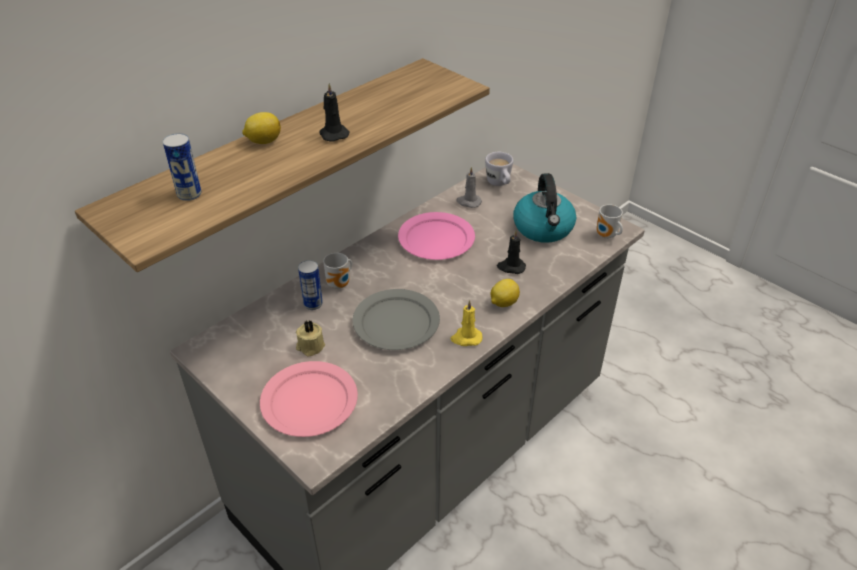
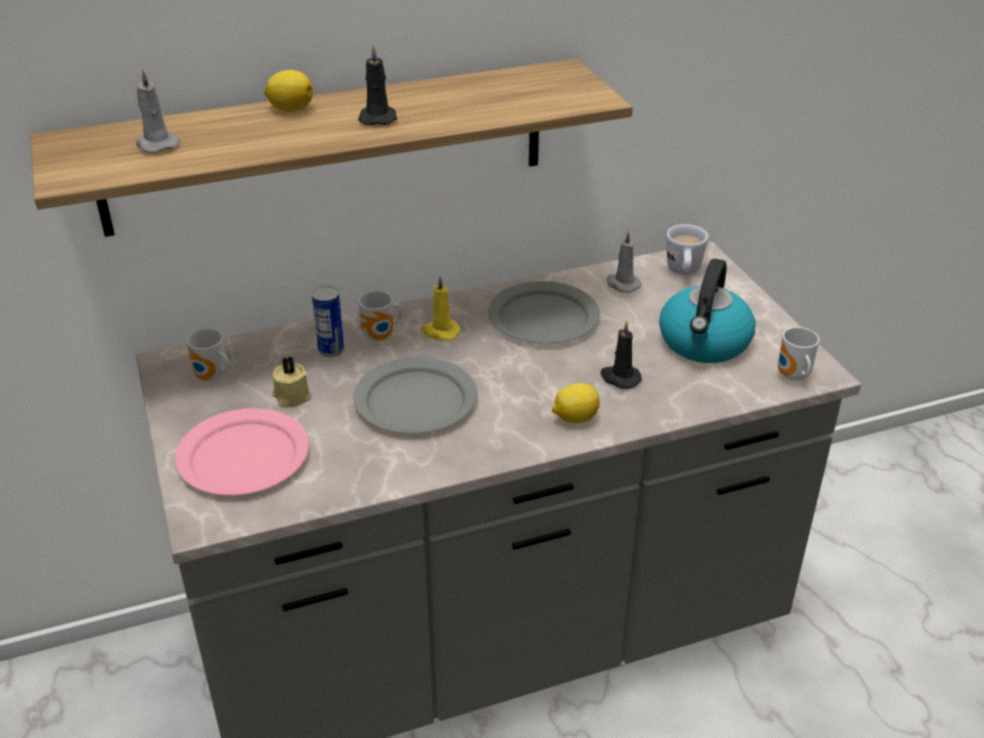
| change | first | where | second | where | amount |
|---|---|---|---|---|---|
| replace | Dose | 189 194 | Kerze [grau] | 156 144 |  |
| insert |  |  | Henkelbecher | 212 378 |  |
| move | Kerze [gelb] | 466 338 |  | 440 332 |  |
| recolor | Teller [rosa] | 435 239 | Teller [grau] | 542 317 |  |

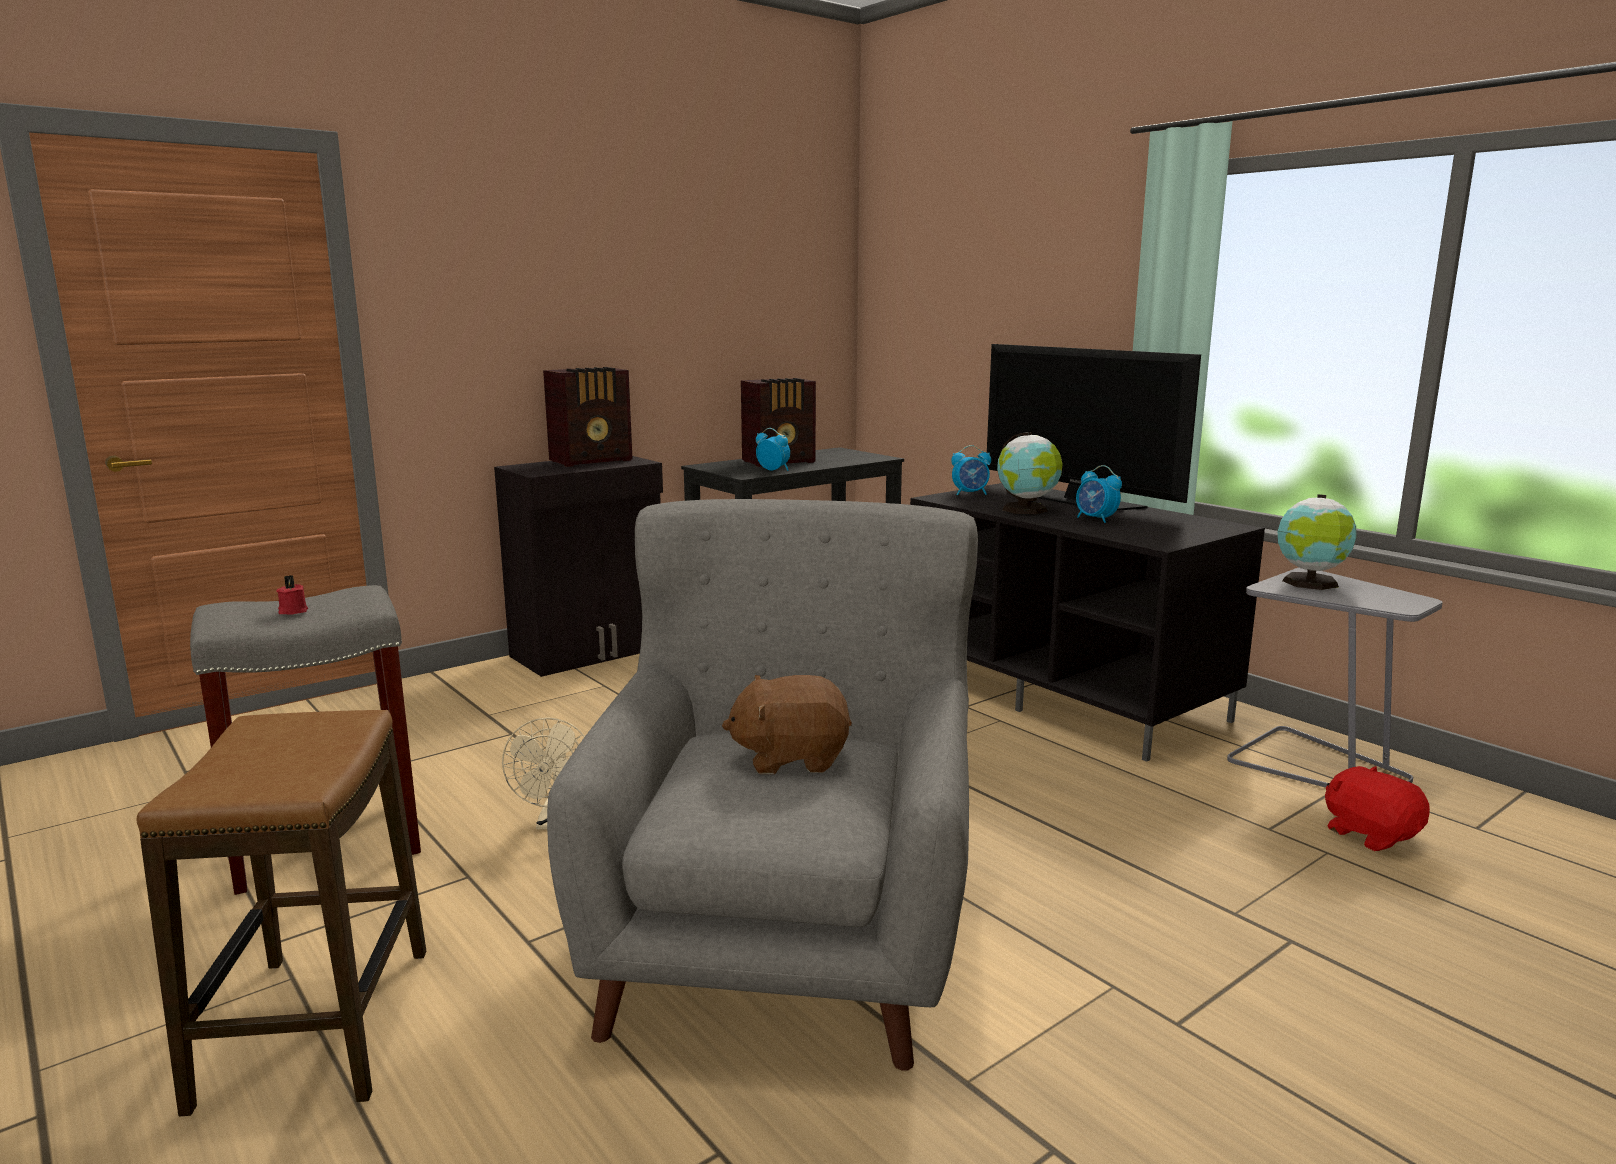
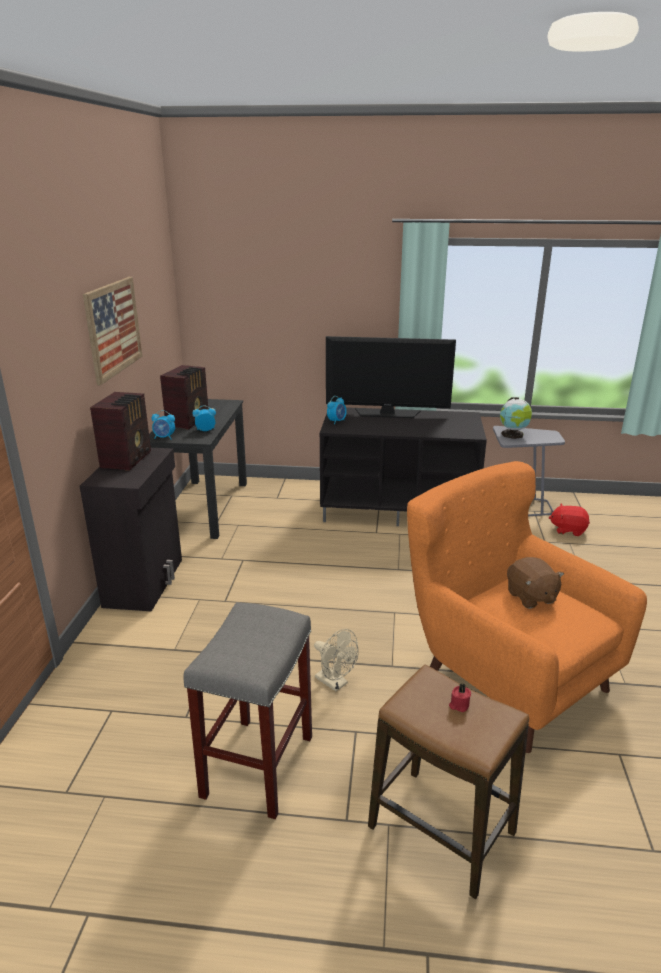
| change | first | where | second | where | amount |
|---|---|---|---|---|---|
| insert |  |  | Bild | 113 328 |  |
| move | Wecker | 1096 519 |  | 164 438 |  |
| recolor | Sessel [grau] | 783 942 | Sessel [orange] | 507 674 |  |
| move | Kerze [rot] | 292 611 |  | 459 705 |  |
| rotate | Plüschtier [braun] | 790 758 |  | 531 597 | 60 degrees counterclockwise |
| delete | Globus | 1026 510 |  |  |  |

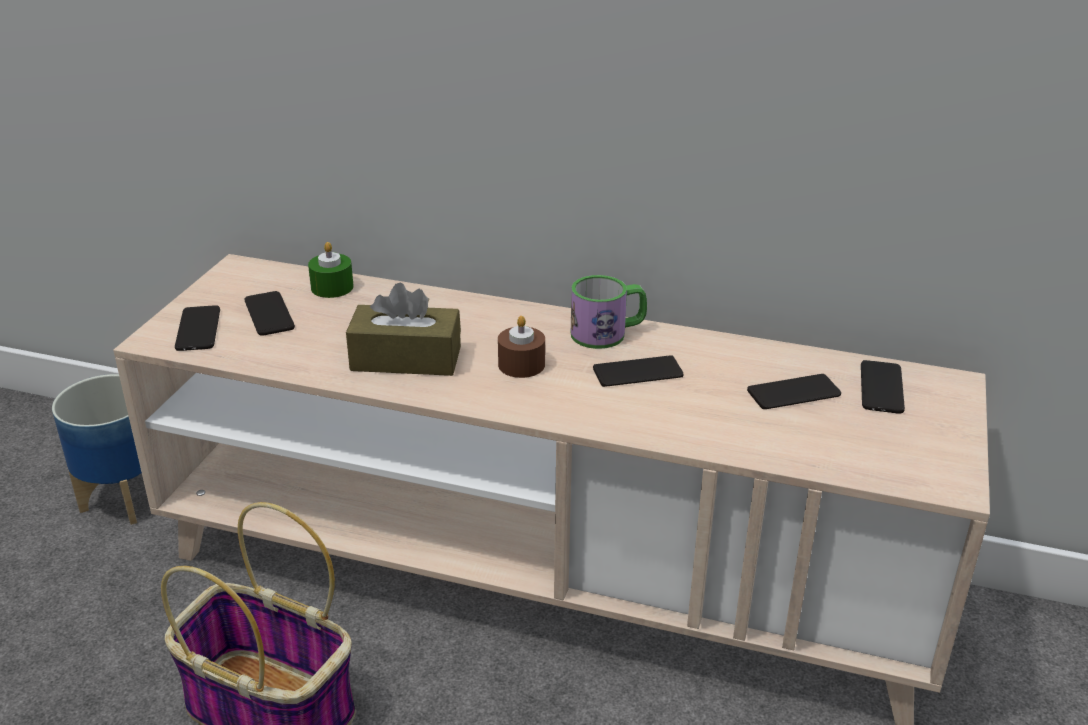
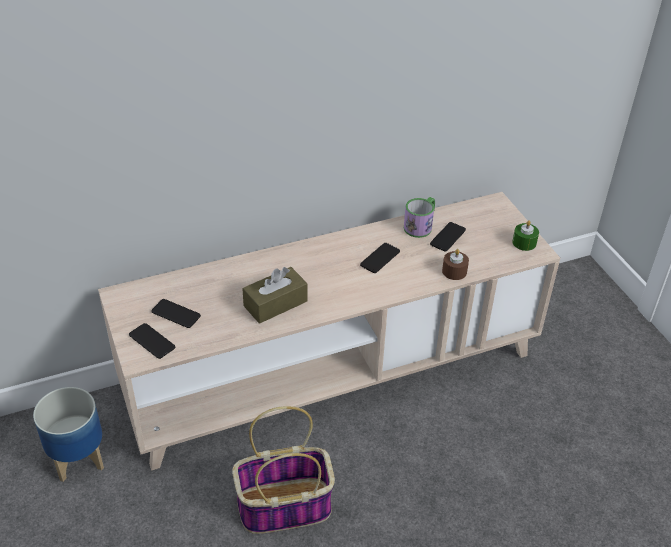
| change | first | where | second | where | amount |
|---|---|---|---|---|---|
| move | Henkelbecher | 608 333 |  | 420 225 |  |
| move | Kerze [braun] | 521 364 |  | 454 271 |  |
| move | Kerze [grün] | 332 287 |  | 524 243 |  |
| delete | Handy | 881 388 |  |  |  |

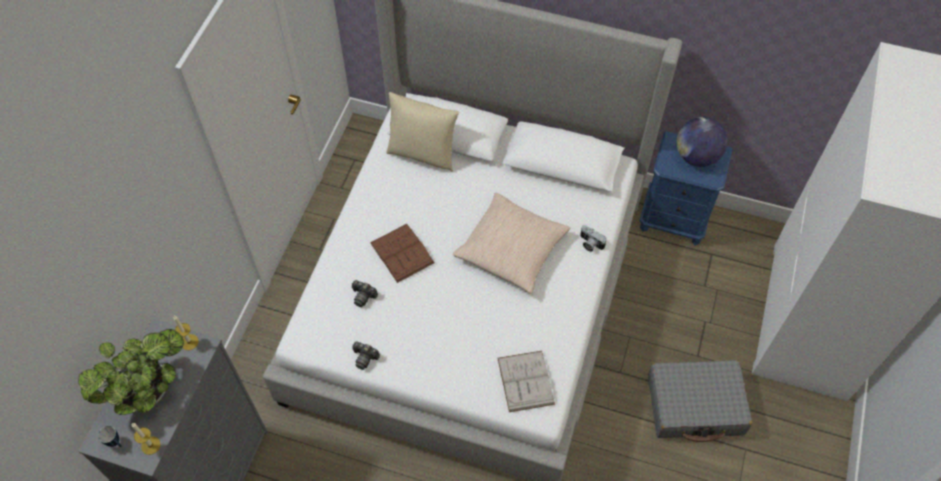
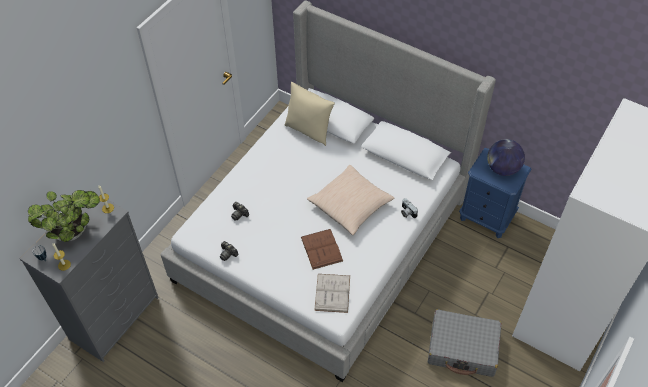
| change | first | where | second | where | amount |
|---|---|---|---|---|---|
| move | Buch [braun] | 402 253 |  | 321 249 |  |

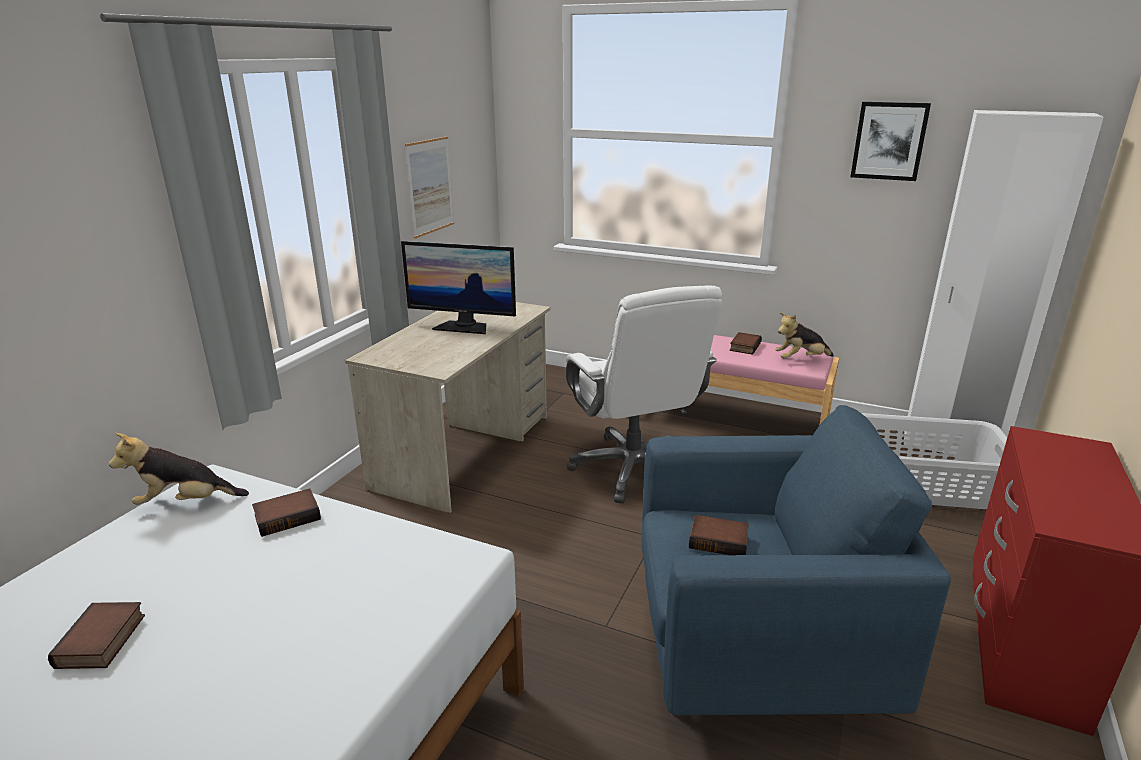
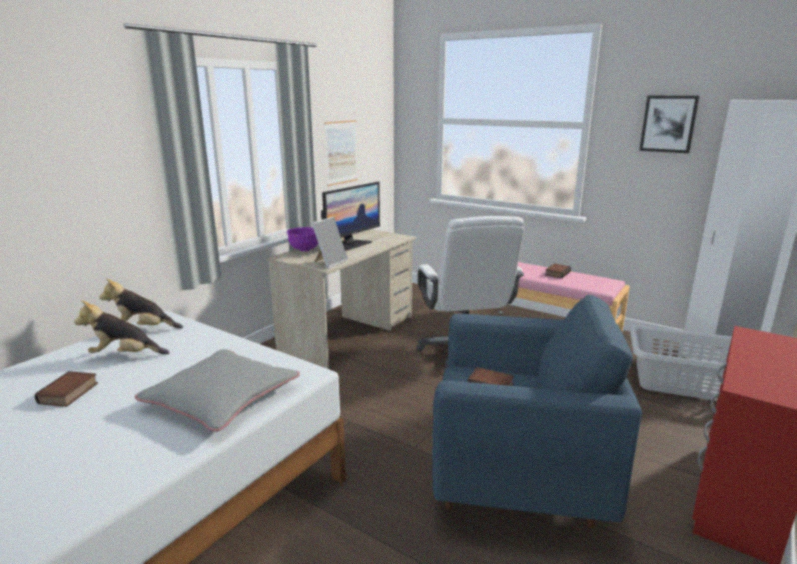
| change | first | where | second | where | amount |
|---|---|---|---|---|---|
| move | Plüschtier | 800 360 |  | 125 355 |  |
| insert |  |  | Kissen [grau] | 222 397 |  |
| insert |  |  | Schüssel [lila] | 305 250 |  |
| insert |  |  | Bilderrahmen | 329 262 |  |
| rotate | Monitor | 464 327 |  | 352 244 | 75 degrees counterclockwise |
| delete | Buch | 288 516 |  |  |  |

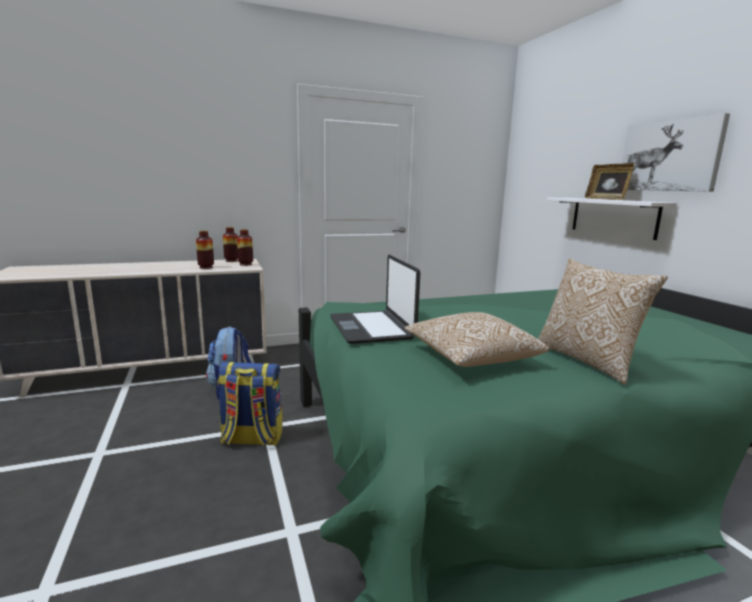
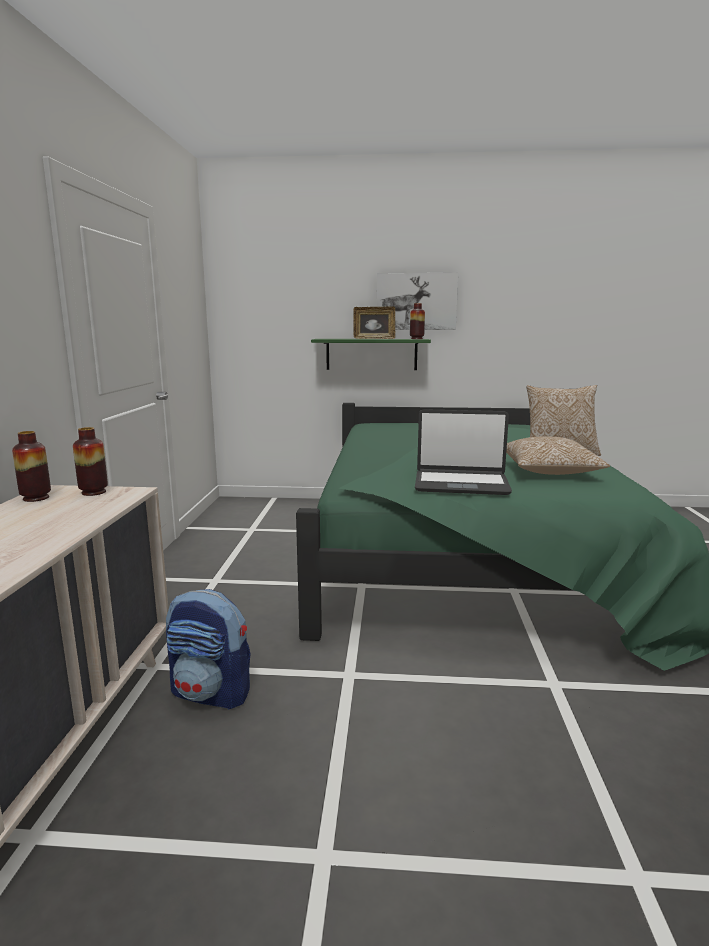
| change | first | where | second | where | amount |
|---|---|---|---|---|---|
| recolor | Wandregal [weiß] | 613 217 | Wandregal [grün] | 371 354 |  |
| move | Vase | 206 267 |  | 416 339 |  |
| delete | Rucksack | 251 439 |  |  |  |

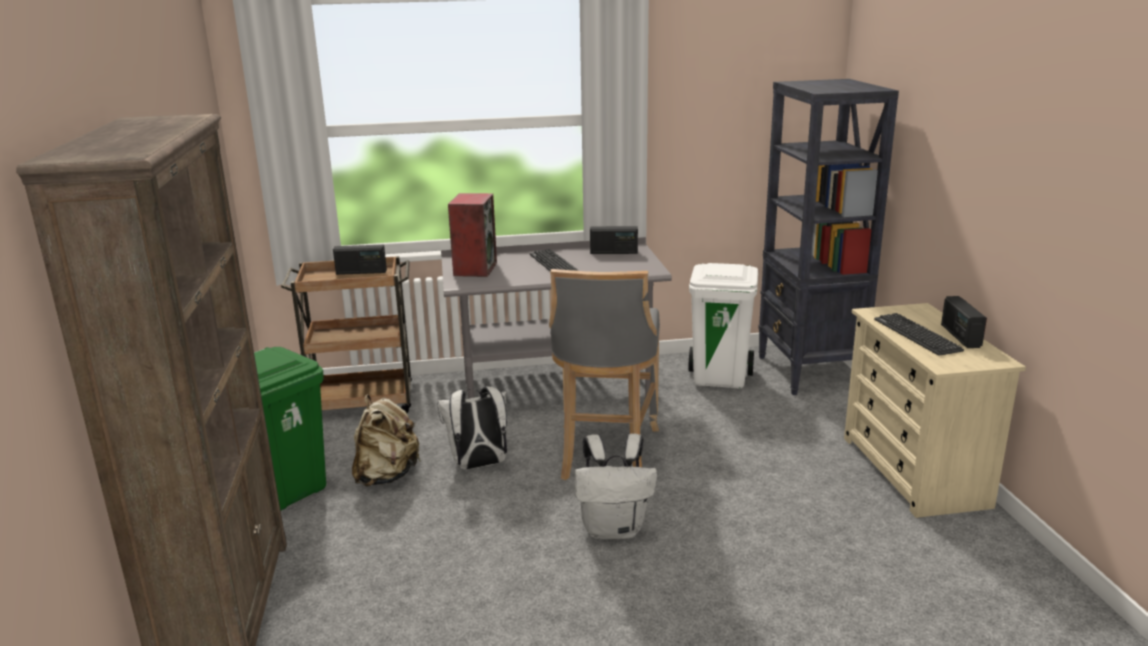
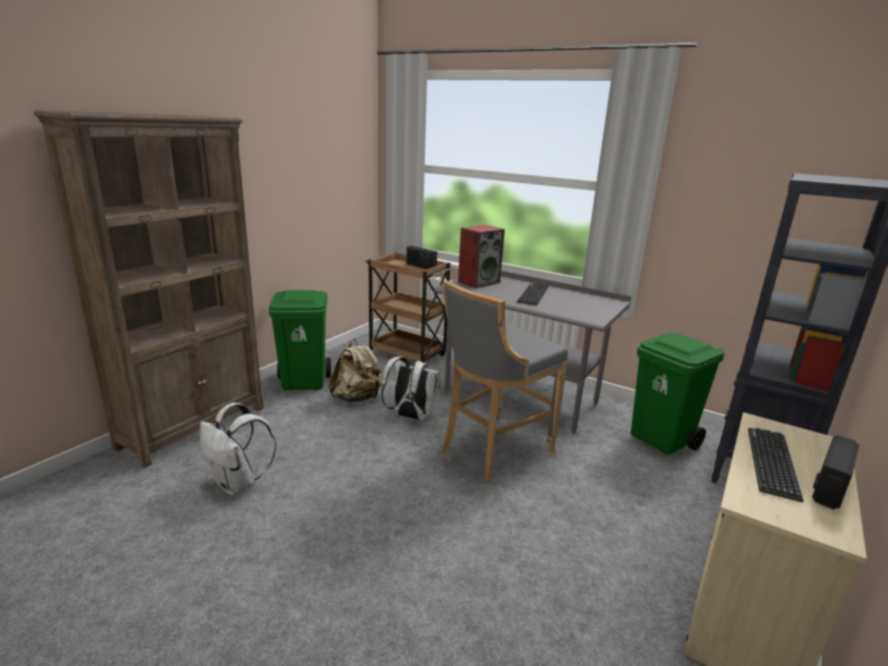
| change | first | where | second | where | amount |
|---|---|---|---|---|---|
| move | Rucksack [weiß] | 614 529 |  | 238 484 |  |
| recolor | Mülleimer [weiß] | 720 378 | Mülleimer [grün] | 662 440 |  |
| delete | Radio | 614 252 |  |  |  |

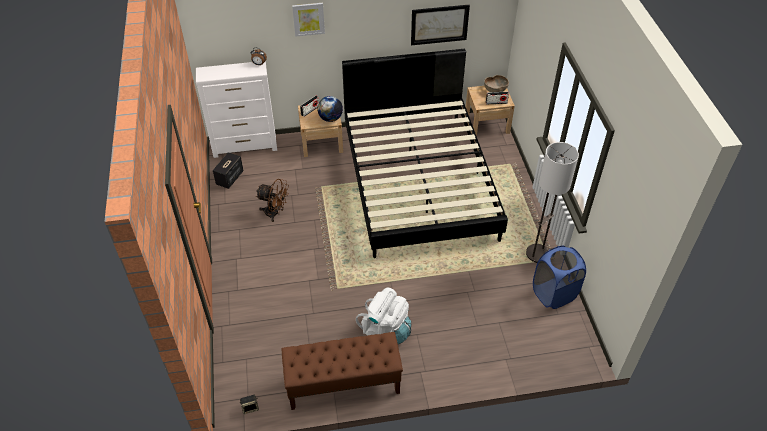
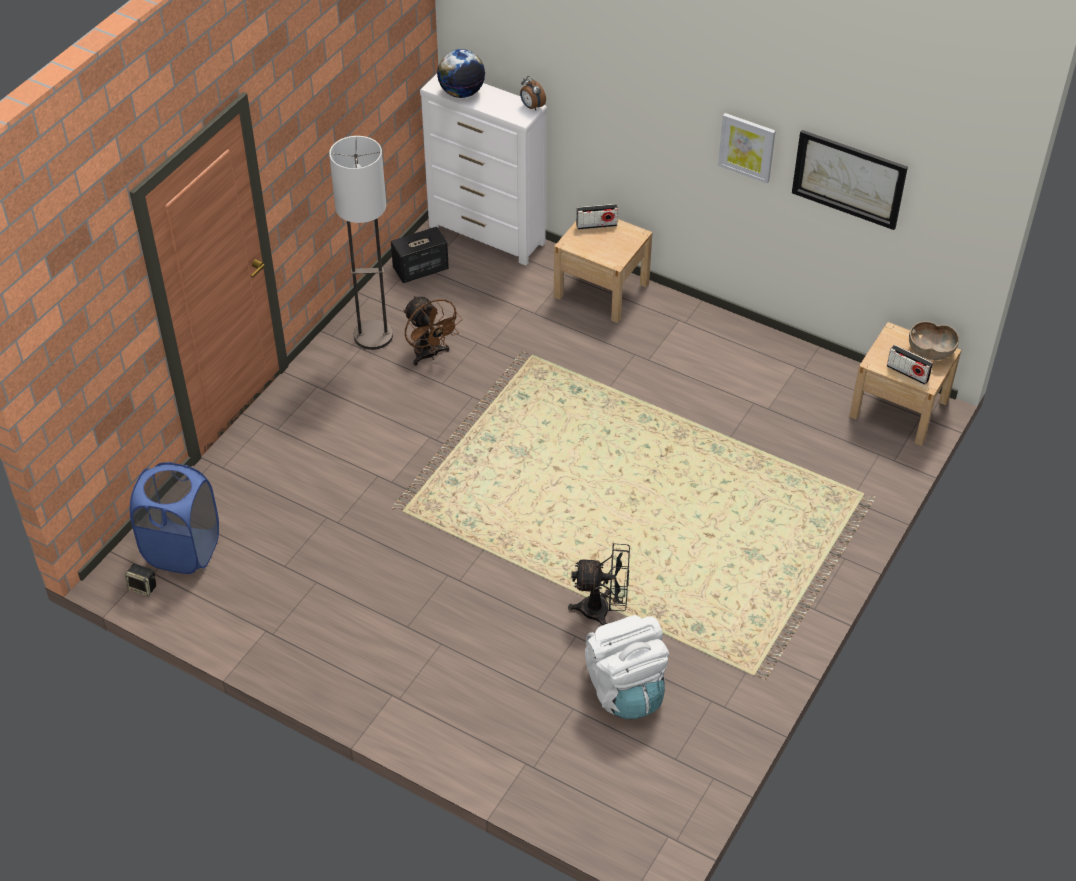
| change | first | where | second | where | amount |
|---|---|---|---|---|---|
| move | Wäschekorb [blau] | 554 294 |  | 183 550 |  |
| move | Stehlampe | 537 253 |  | 373 335 |  |
| move | Globus | 330 118 |  | 461 92 |  |
| insert |  |  | Ventilator [schwarz] | 603 610 |  |
| move | Rucksack [weiß] | 386 331 |  | 625 688 |  |
| move | Bild | 308 19 |  | 747 147 |  |
| delete | Bank [braun] | 343 384 |  |  |  |
| delete | Bett [schwarz] | 419 181 |  |  |  |

